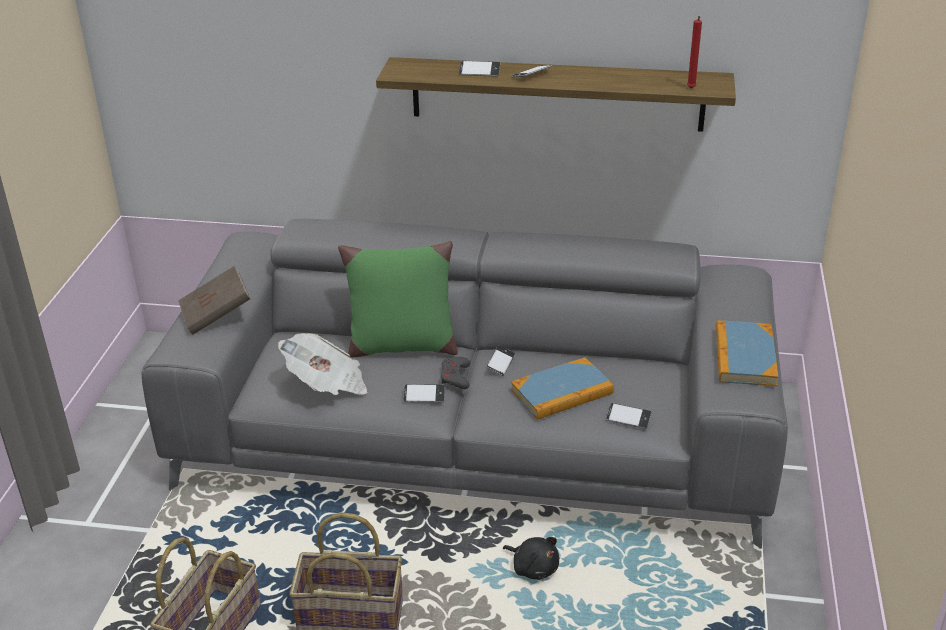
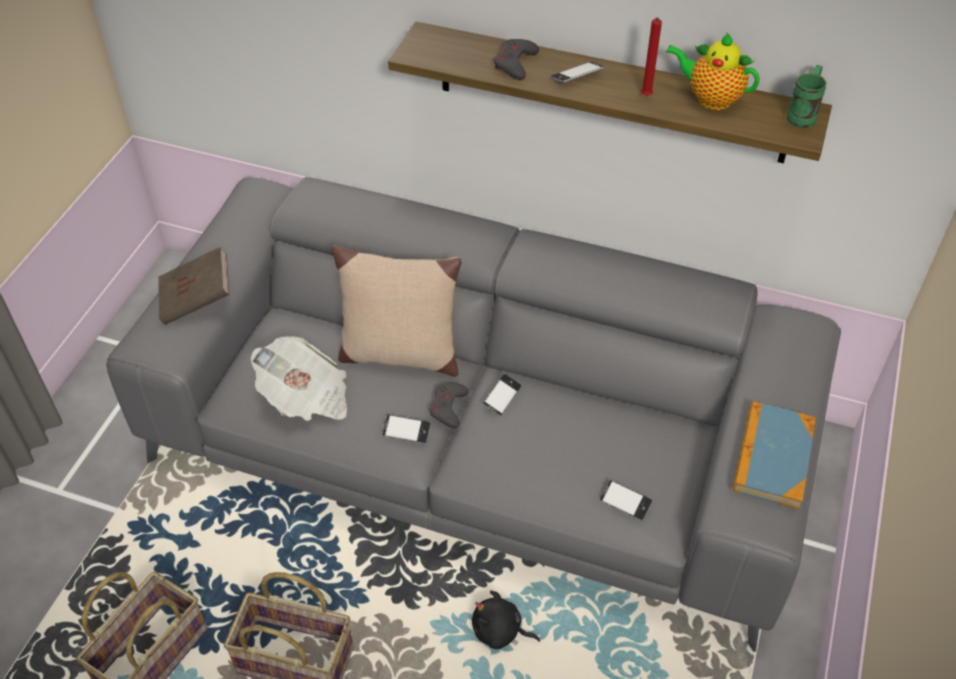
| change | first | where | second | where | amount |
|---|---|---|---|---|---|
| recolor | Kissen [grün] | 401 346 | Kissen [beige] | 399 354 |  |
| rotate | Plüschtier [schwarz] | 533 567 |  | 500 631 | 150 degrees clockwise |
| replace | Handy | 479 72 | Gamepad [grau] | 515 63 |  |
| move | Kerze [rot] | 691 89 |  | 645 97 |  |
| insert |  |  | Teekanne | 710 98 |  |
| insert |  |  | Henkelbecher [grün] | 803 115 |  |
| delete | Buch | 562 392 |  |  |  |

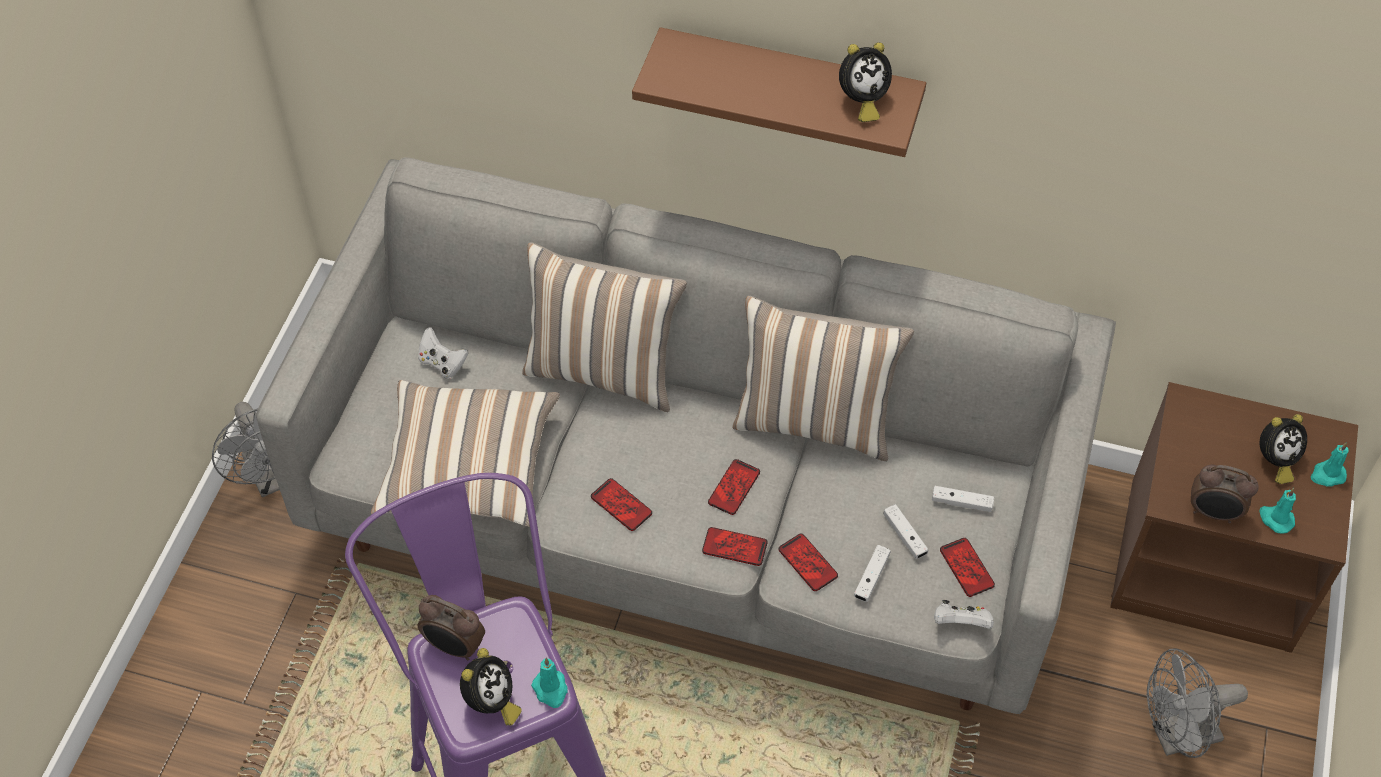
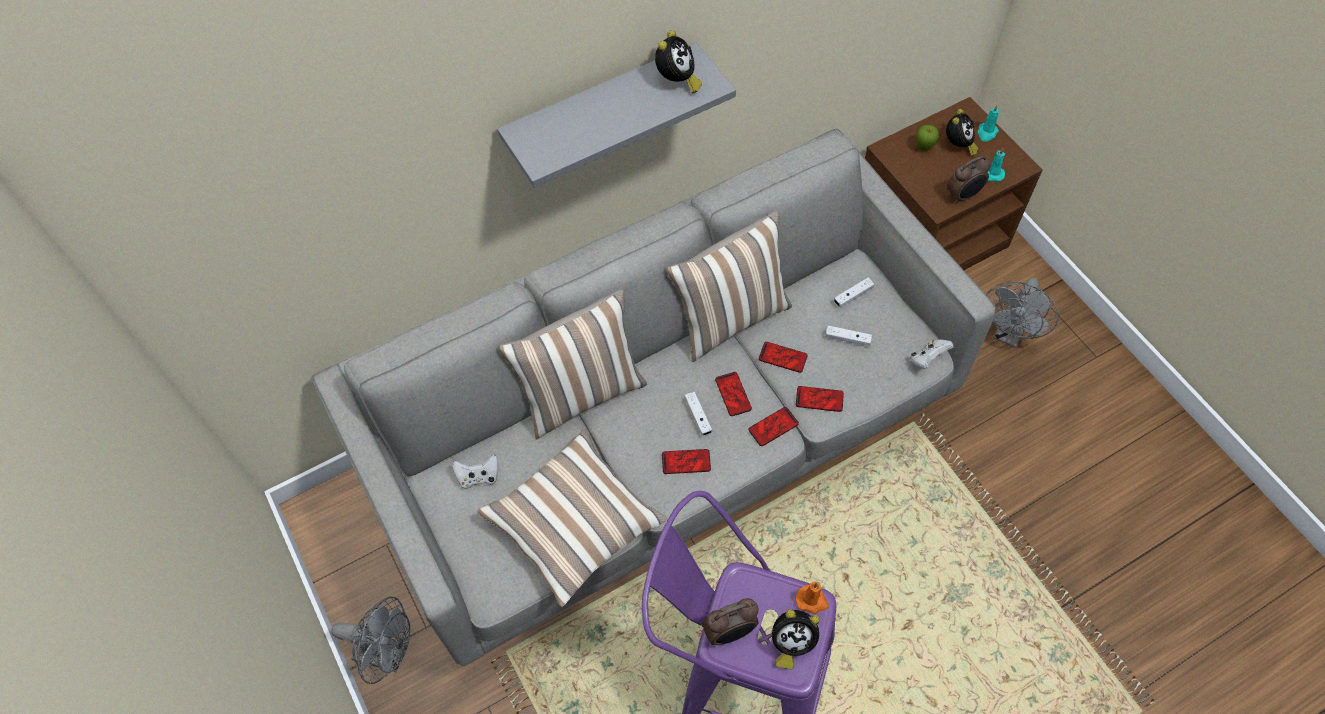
| change | first | where | second | where | amount |
|---|---|---|---|---|---|
| recolor | Wandregal [braun] | 789 90 | Wandregal [grau] | 601 113 |  |
| move | Gamepad [weiß] | 871 577 |  | 698 416 |  |
| move | Handy | 966 568 |  | 783 357 |  |
| rotate | Wecker | 491 703 |  | 790 643 | 120 degrees clockwise |
| recolor | Kerze [türkis] | 551 690 | Kerze [orange] | 812 600 |  |
| insert |  |  | Apfel | 923 148 |  |

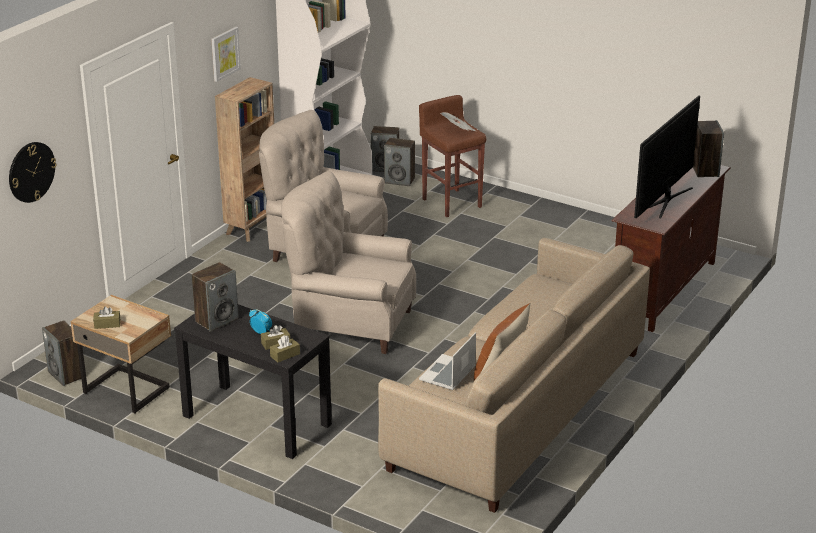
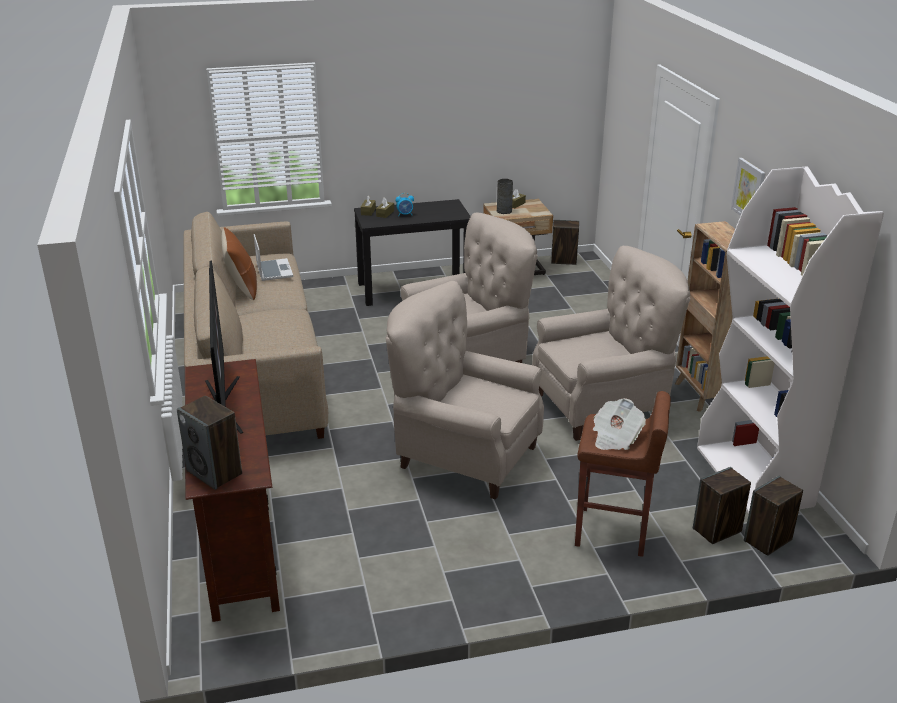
| change | first | where | second | where | amount |
|---|---|---|---|---|---|
| insert |  |  | Sessel [beige] | 462 456 |  |
| insert |  |  | Vase [grau] | 504 211 |  |
| delete | Wanduhr | 31 172 |  |  |  |
| delete | Lautsprecher | 217 320 |  |  |  |

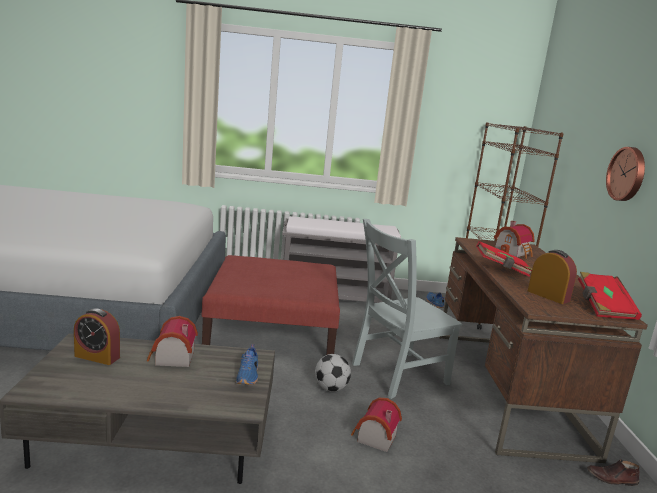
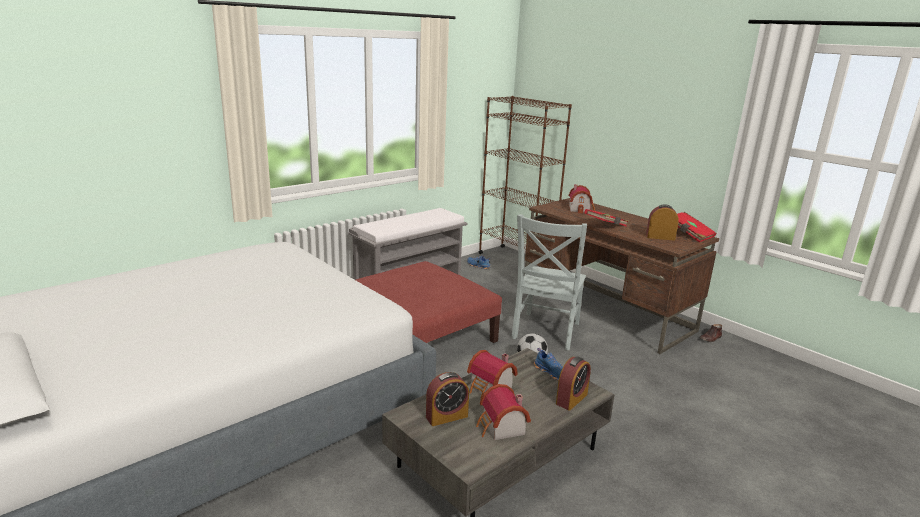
| change | first | where | second | where | amount |
|---|---|---|---|---|---|
| move | Spielzeughaus | 373 438 |  | 501 428 |  |
| insert |  |  | Wecker | 571 399 |  |
| delete | Wanduhr | 627 174 |  |  |  |

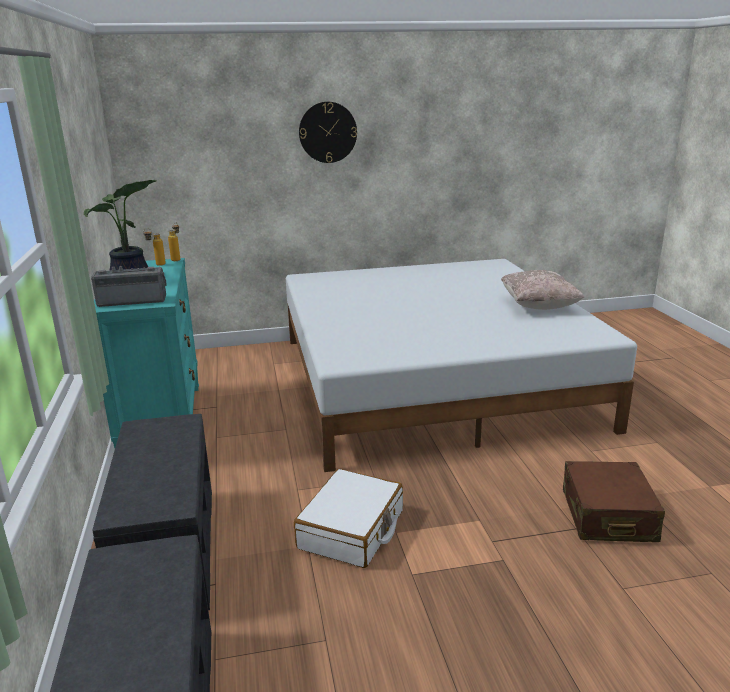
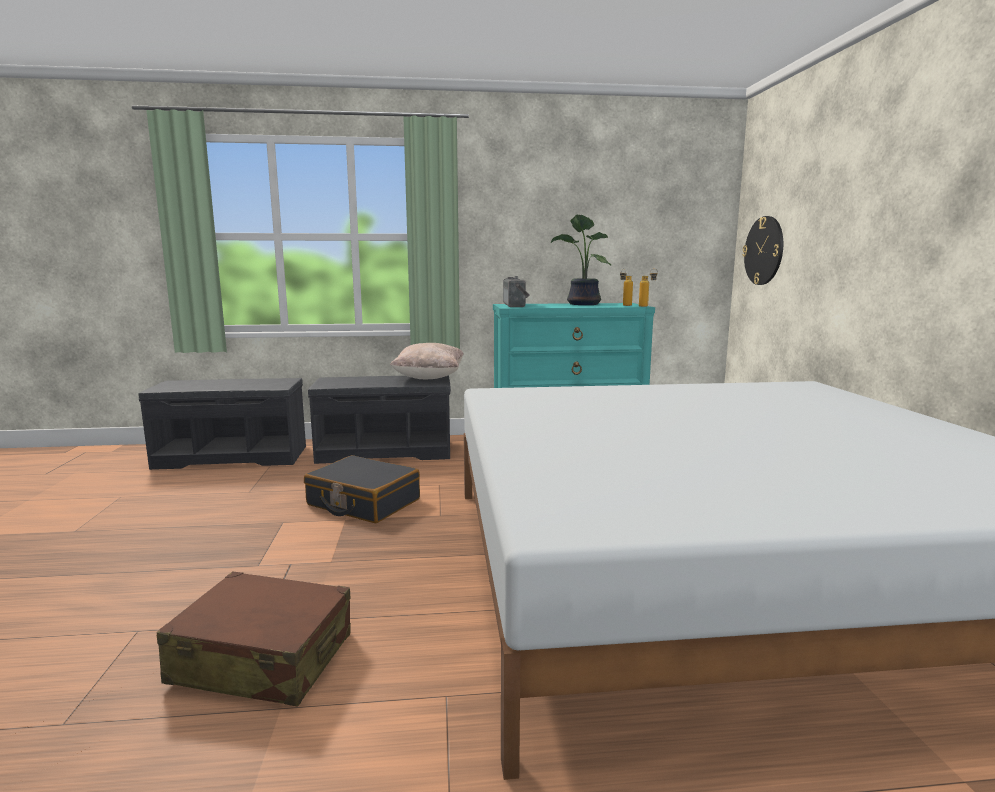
| change | first | where | second | where | amount |
|---|---|---|---|---|---|
| recolor | Koffer [weiß] | 352 530 | Koffer [schwarz] | 363 503 |  |
| move | Kissen [beige] | 538 306 |  | 429 378 |  |
| move | Wanduhr | 328 132 |  | 764 250 |  |

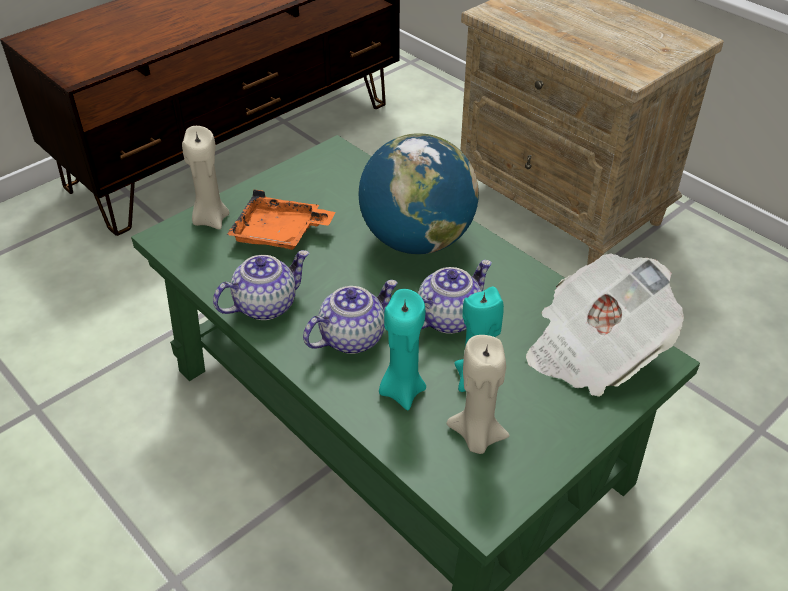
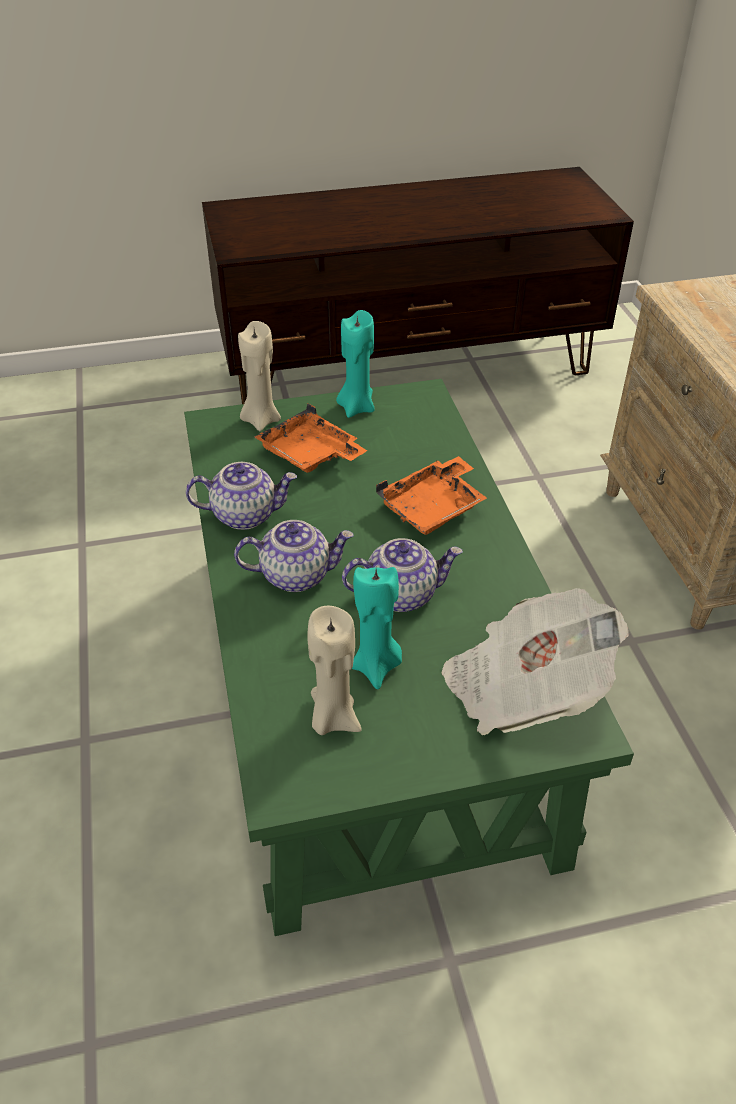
| change | first | where | second | where | amount |
|---|---|---|---|---|---|
| move | Kerze [türkis] | 402 390 |  | 356 407 |  |
| replace | Globus | 417 240 | Tablett [orange] | 433 507 |  |

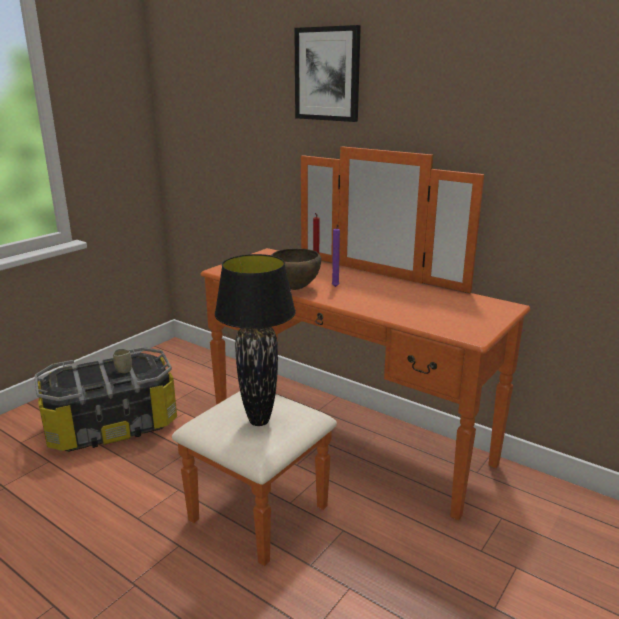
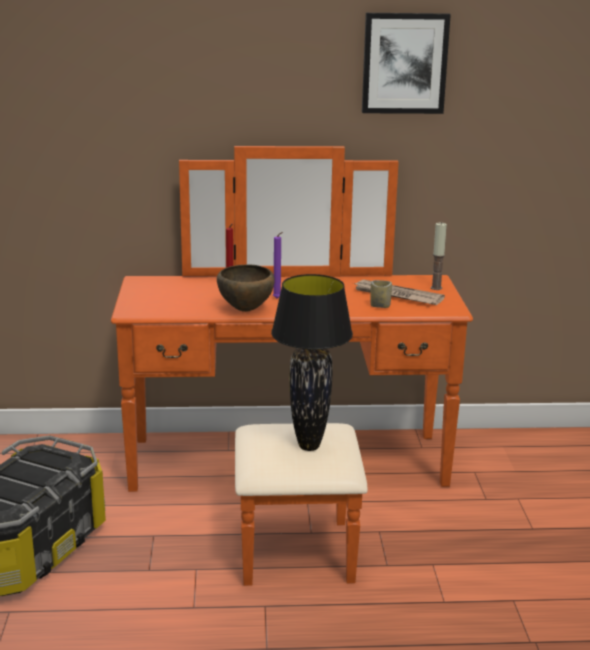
| change | first | where | second | where | amount |
|---|---|---|---|---|---|
| insert |  |  | Zeitung | 397 295 |  |
| move | Bild | 327 74 |  | 404 63 |  |
| move | Tasse | 123 370 |  | 380 306 |  |
| insert |  |  | Kerze | 436 288 |  |

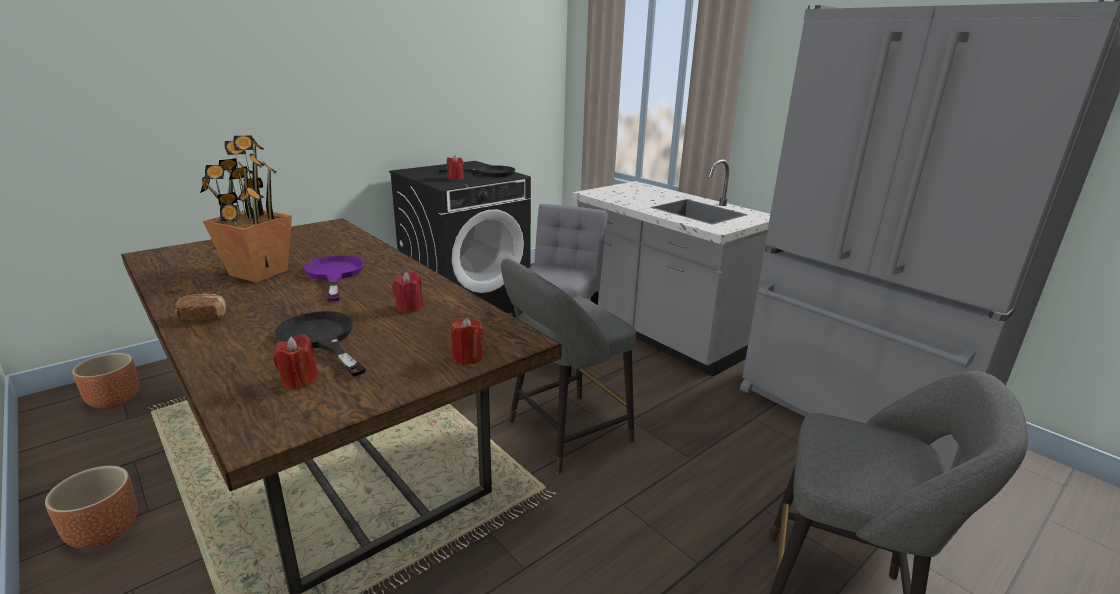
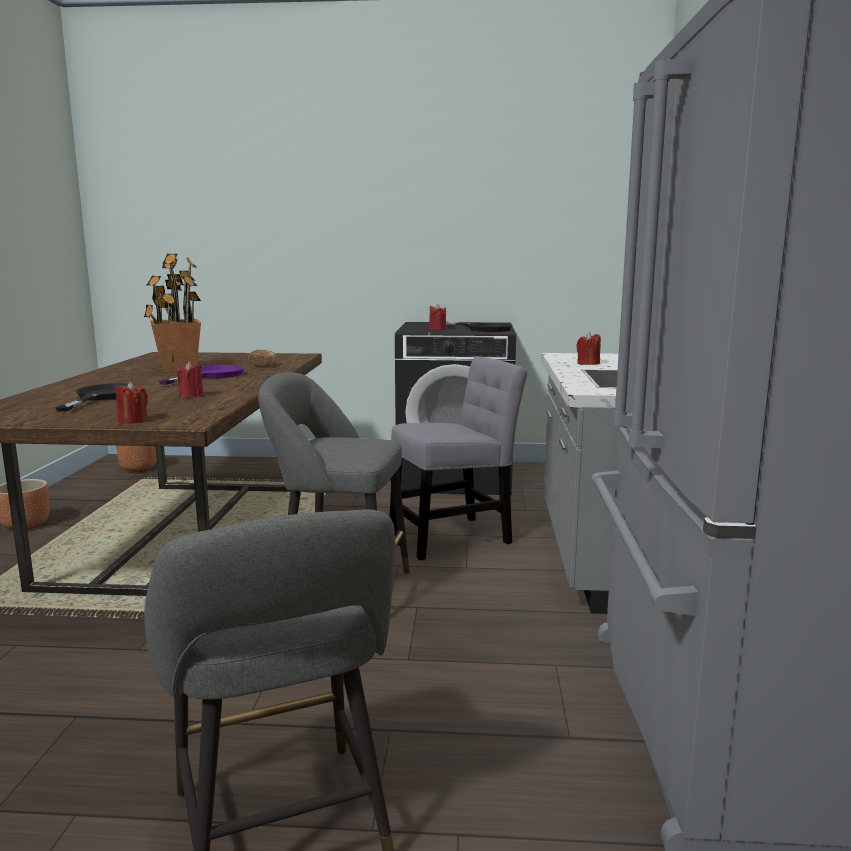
| change | first | where | second | where | amount |
|---|---|---|---|---|---|
| move | Brot | 203 317 |  | 263 365 |  |
| move | Kerze [rot] | 299 380 |  | 588 363 |  |

